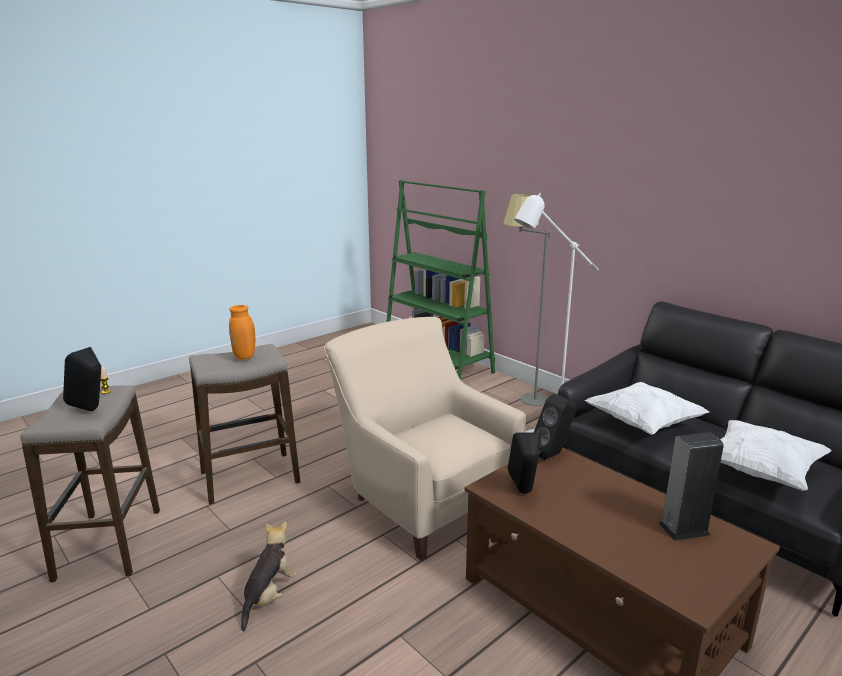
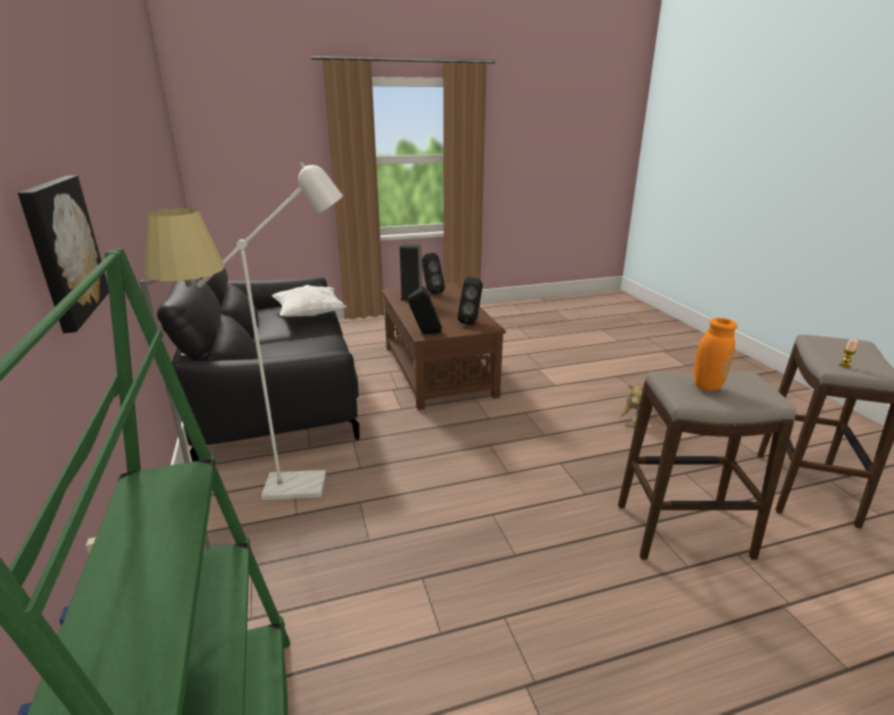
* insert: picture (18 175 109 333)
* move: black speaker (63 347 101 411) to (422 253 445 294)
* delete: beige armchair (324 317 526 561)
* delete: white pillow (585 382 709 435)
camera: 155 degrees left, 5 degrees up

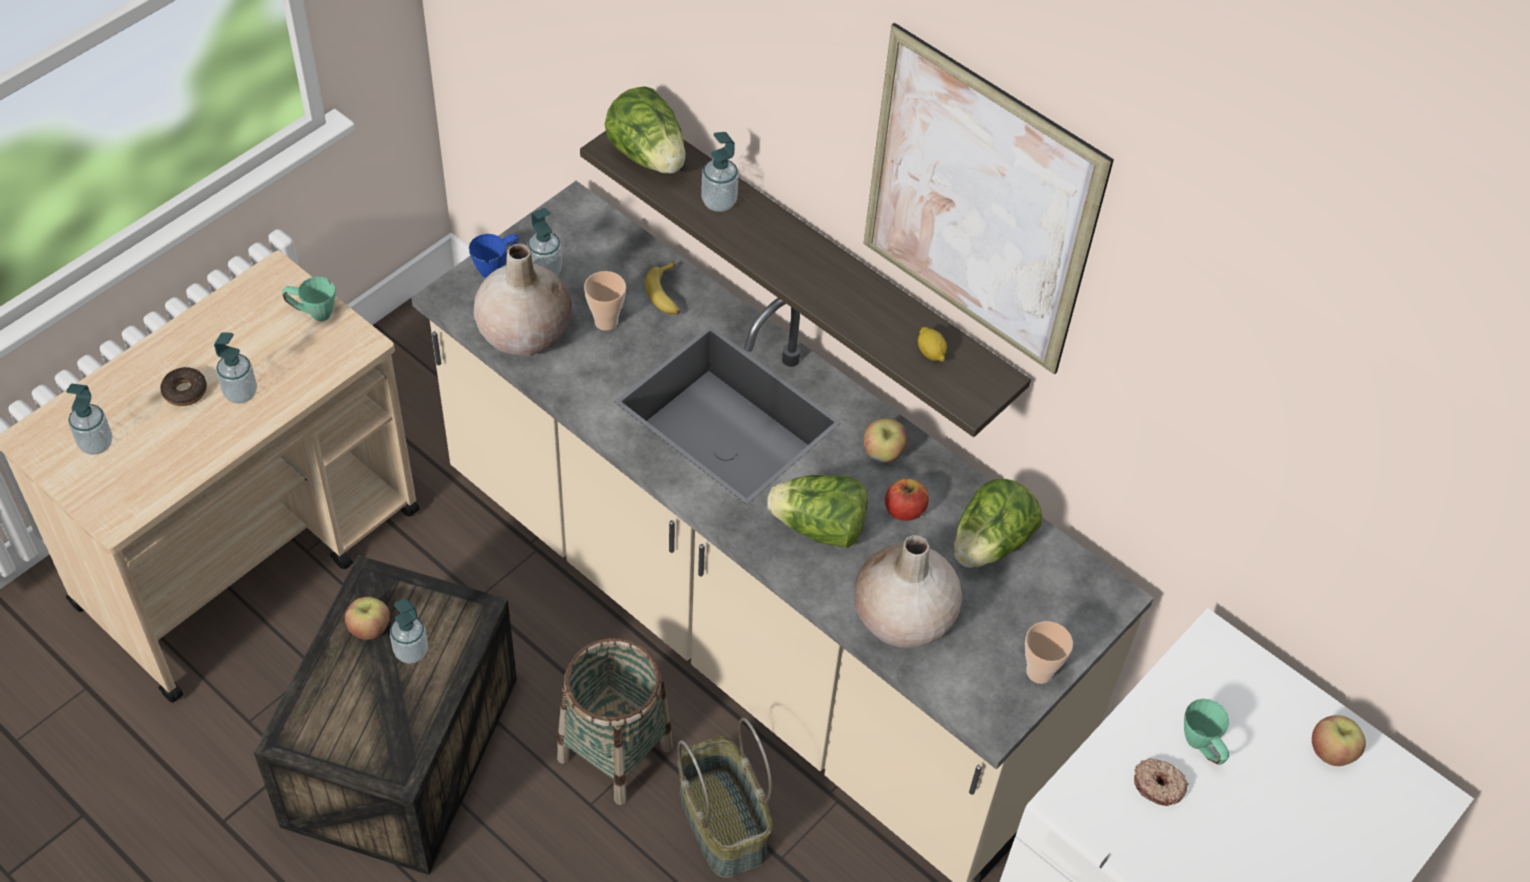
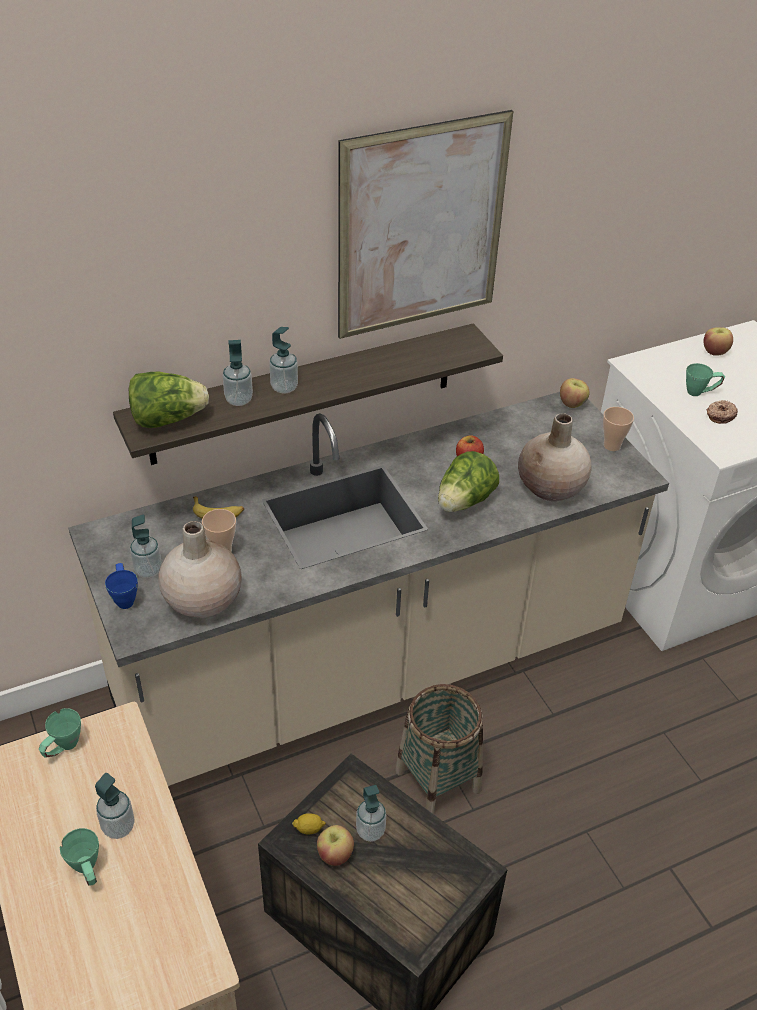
* replace: donut (160 367 207 406) to green mug (60 828 99 886)
* move: soap dispenser (66 384 112 455) to (269 327 298 394)
* move: lemon (918 327 947 362) to (292 813 326 834)
* move: apple (864 418 908 463) to (560 378 590 408)
* delete: basket (677 718 773 878)
* delete: lettuce (954 479 1042 568)
camera: 65 degrees left, 10 degrees down

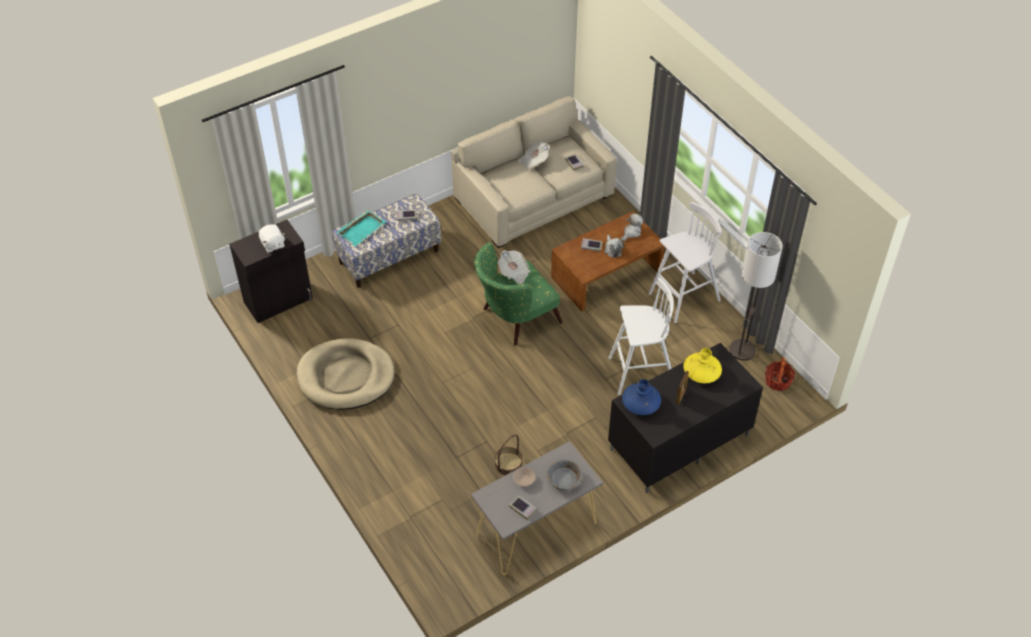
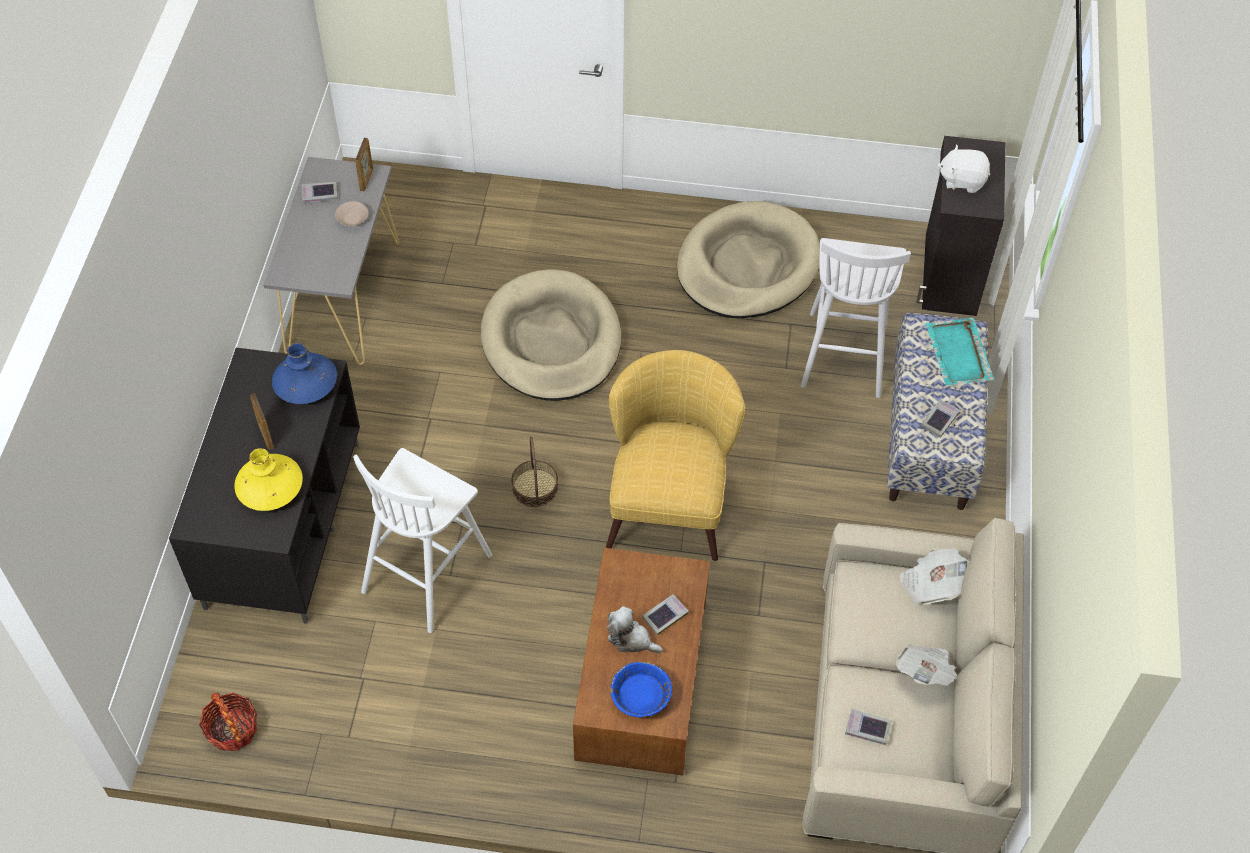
* insert: picture frame (355 138 373 191)
* insert: beige dog bed (481 269 621 401)
* move: basket (494 435 523 475) to (511 437 558 507)
* recolor: green armchair (474 242 563 346) to yellow armchair (606 350 745 561)
* replace: plush toy (621 213 643 241) to blue bowl (610 662 672 717)
* move: white stool (649 202 722 323) to (801 238 911 398)
* move: newspaper (498 250 530 284) to (899 548 969 604)
* delete: grey bowl (547 460 582 490)
* delete: floor lamp (729 232 783 361)
camera: 130 degrees right, 5 degrees up

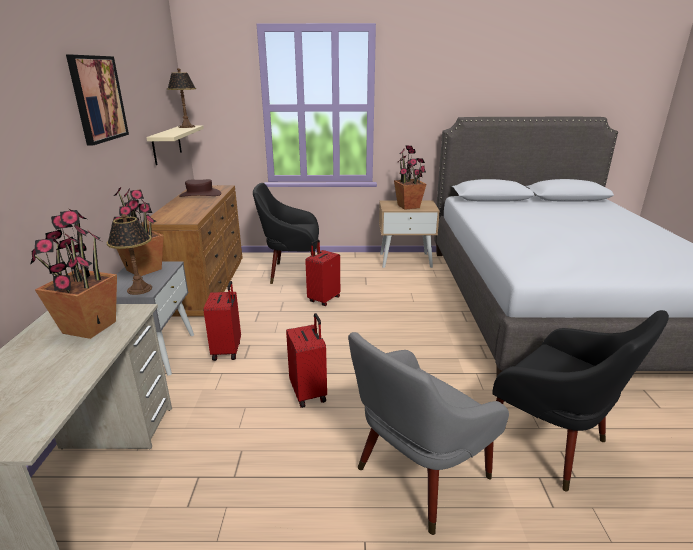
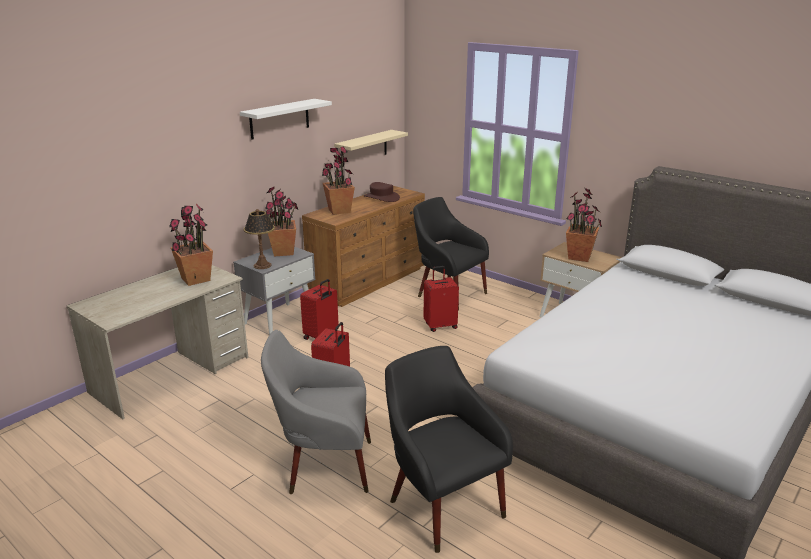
* replace: picture (66 55 129 146) to white shelf (240 99 332 140)
* insert: potted plant (322 146 355 215)
* rotate: black armchair (492 310 669 492) = (385 346 513 553) 150 degrees clockwise
* delete: table lamp (167 68 196 128)
camera: 40 degrees right, 0 degrees up

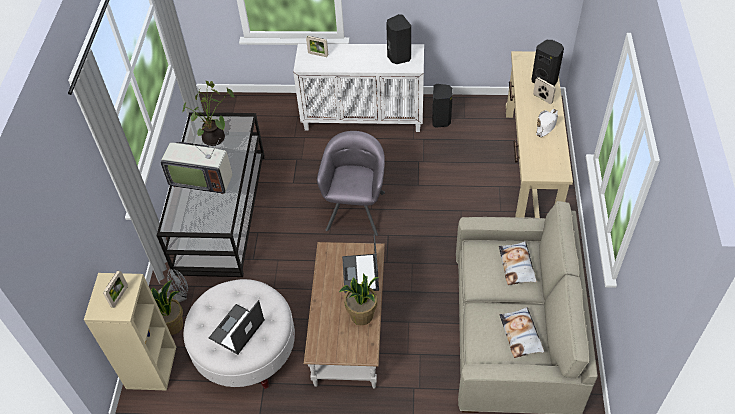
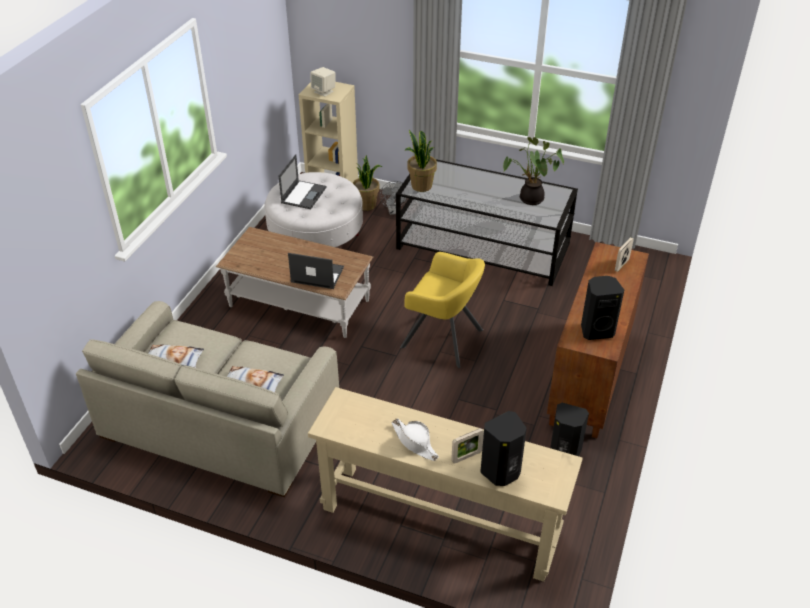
* rotate: laptop (209 300 265 355) = (279 154 326 209) 60 degrees clockwise
* replace: picture frame (103 271 128 308) to beige speaker (311 67 335 97)
* recolor: grey armchair (317 131 385 236) to yellow armchair (400 252 485 368)
* move: potted plant (339 274 378 325) to (404 130 437 192)
* recolor: white cabinet (293 44 424 132) to brown cabinet (547 242 649 438)
* delete: television (161 134 232 194)
camera: 105 degrees right, 10 degrees down

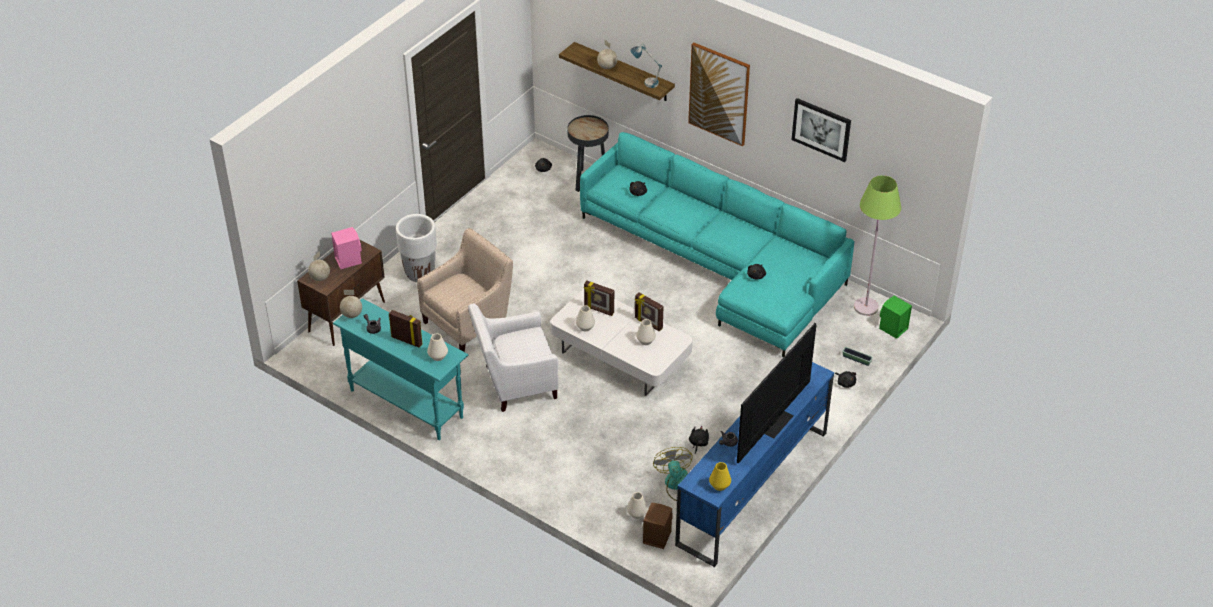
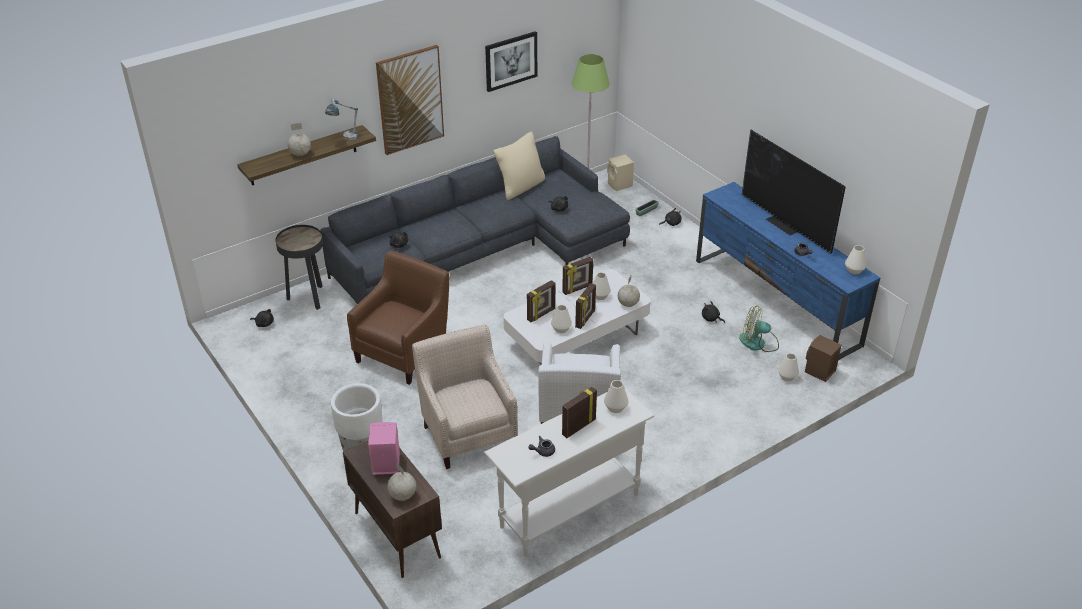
* recolor: turquoise sofa (580 132 854 357) to grey sofa (320 136 630 304)
* insert: brown armchair (347 251 449 385)
* recolor: turquoise console table (333 298 468 440) to white console table (484 389 654 557)
* insert: beige pillow (493 132 545 200)
* insert: picture frame (575 283 596 329)
* recolor: green speaker (879 296 912 339) to beige speaker (607 155 634 191)
* move: globe (340 290 362 318) to (618 276 640 307)
* recolor: yellow vase (709 462 731 491) to white vase (845 245 866 274)
camera: 70 degrees left, 5 degrees down

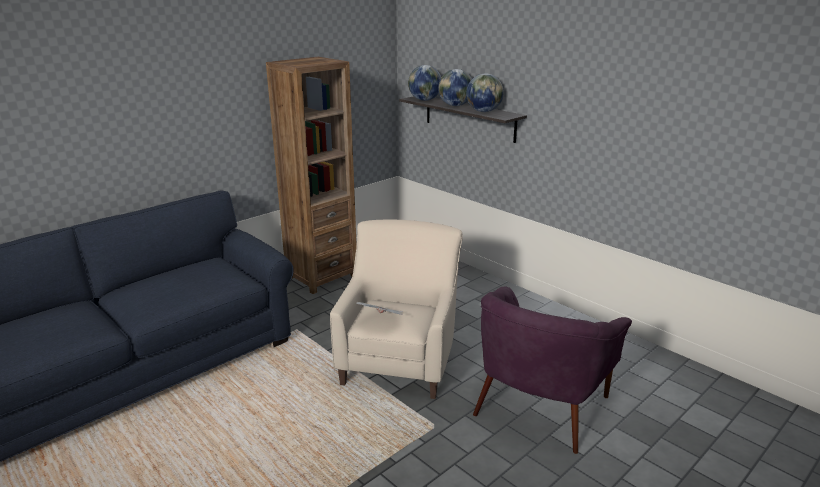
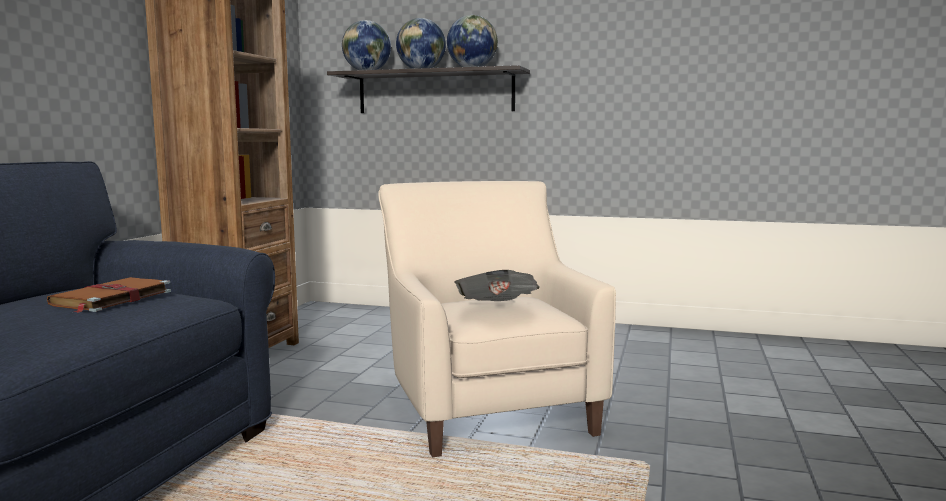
* insert: brown book (47 277 171 313)
* delete: purple armchair (473 286 632 454)
camera: 30 degrees left, 15 degrees down

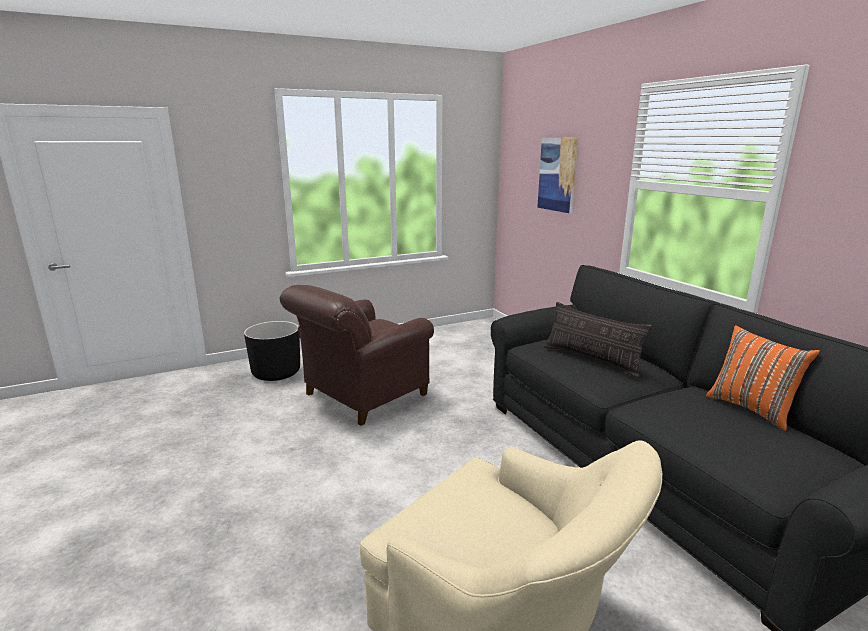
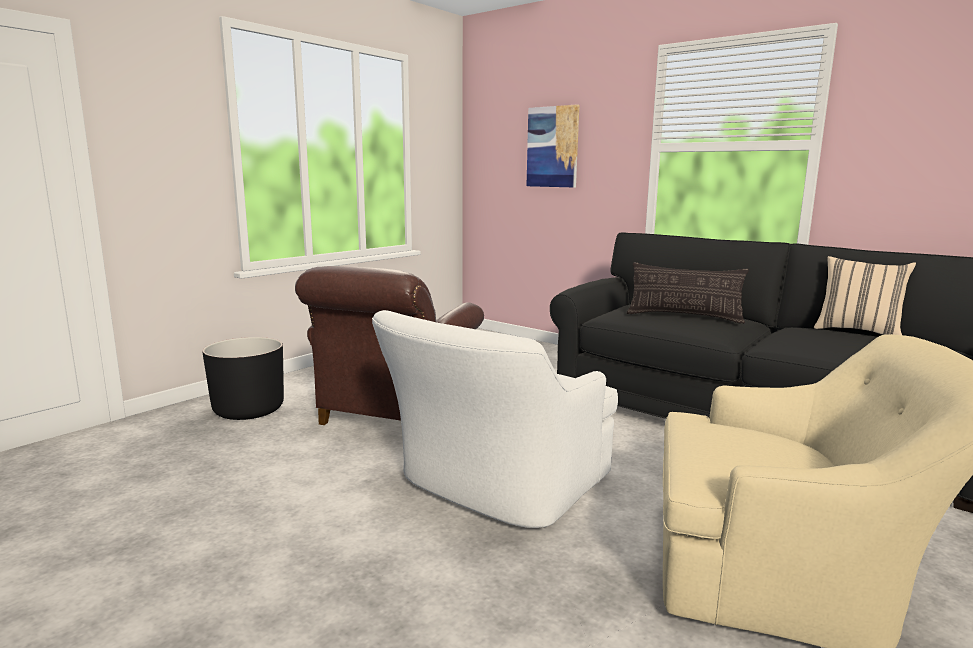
* insert: white armchair (372 310 618 528)
* recolor: orange pillow (706 325 820 431) to beige pillow (814 256 916 335)
camera: 25 degrees left, 5 degrees down

